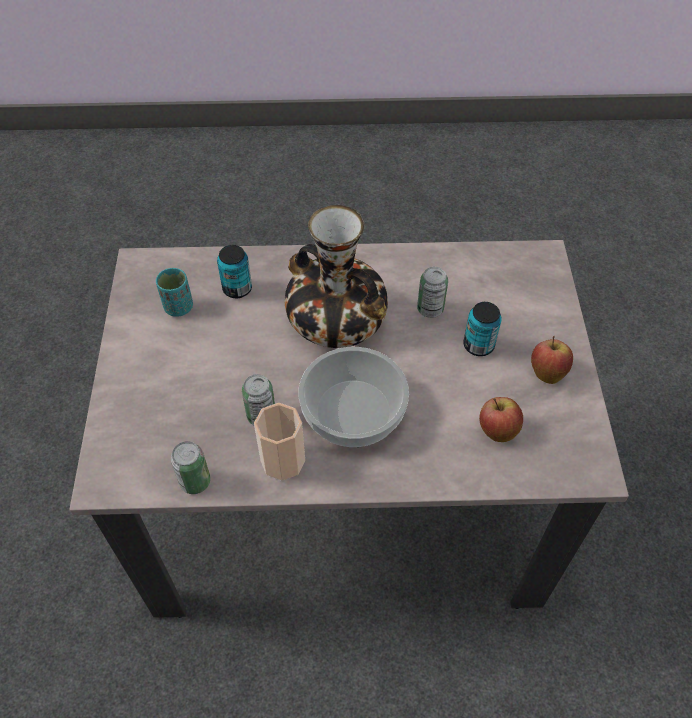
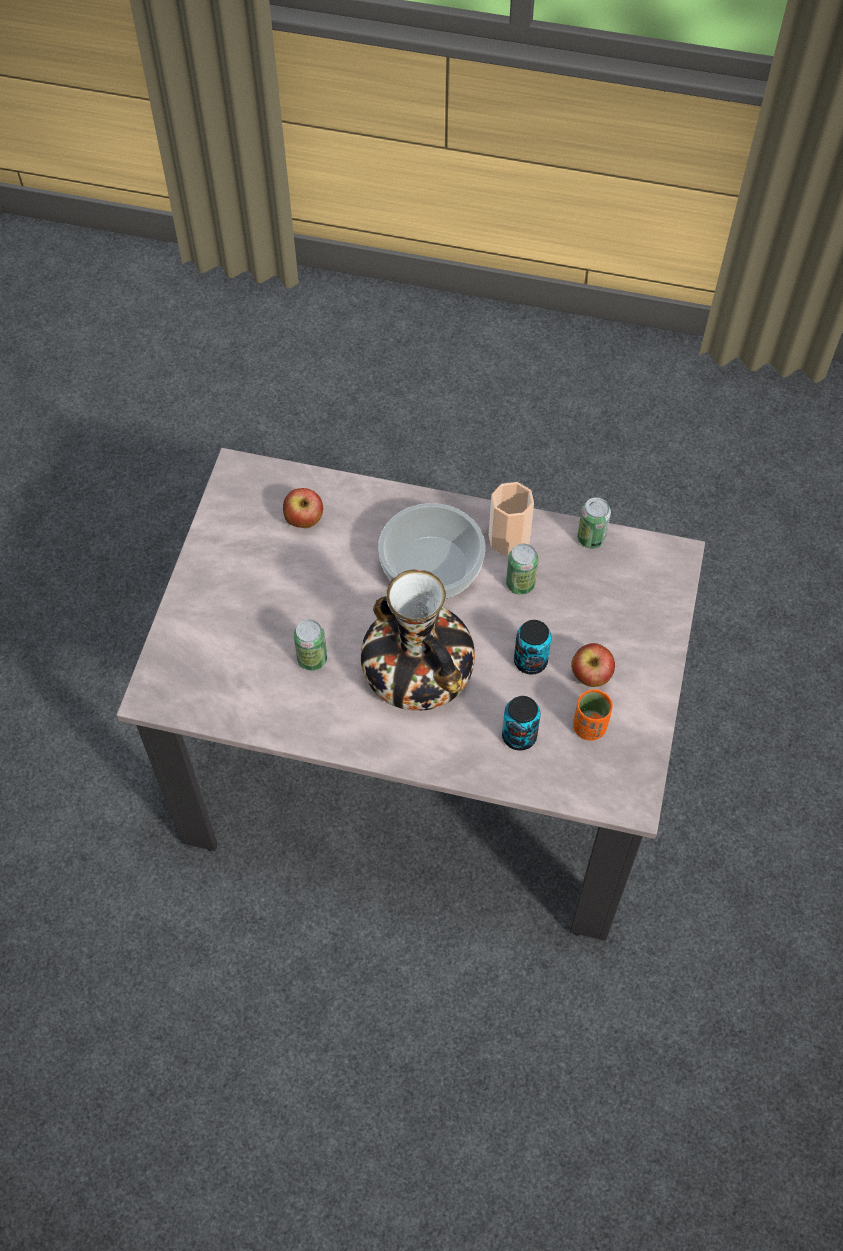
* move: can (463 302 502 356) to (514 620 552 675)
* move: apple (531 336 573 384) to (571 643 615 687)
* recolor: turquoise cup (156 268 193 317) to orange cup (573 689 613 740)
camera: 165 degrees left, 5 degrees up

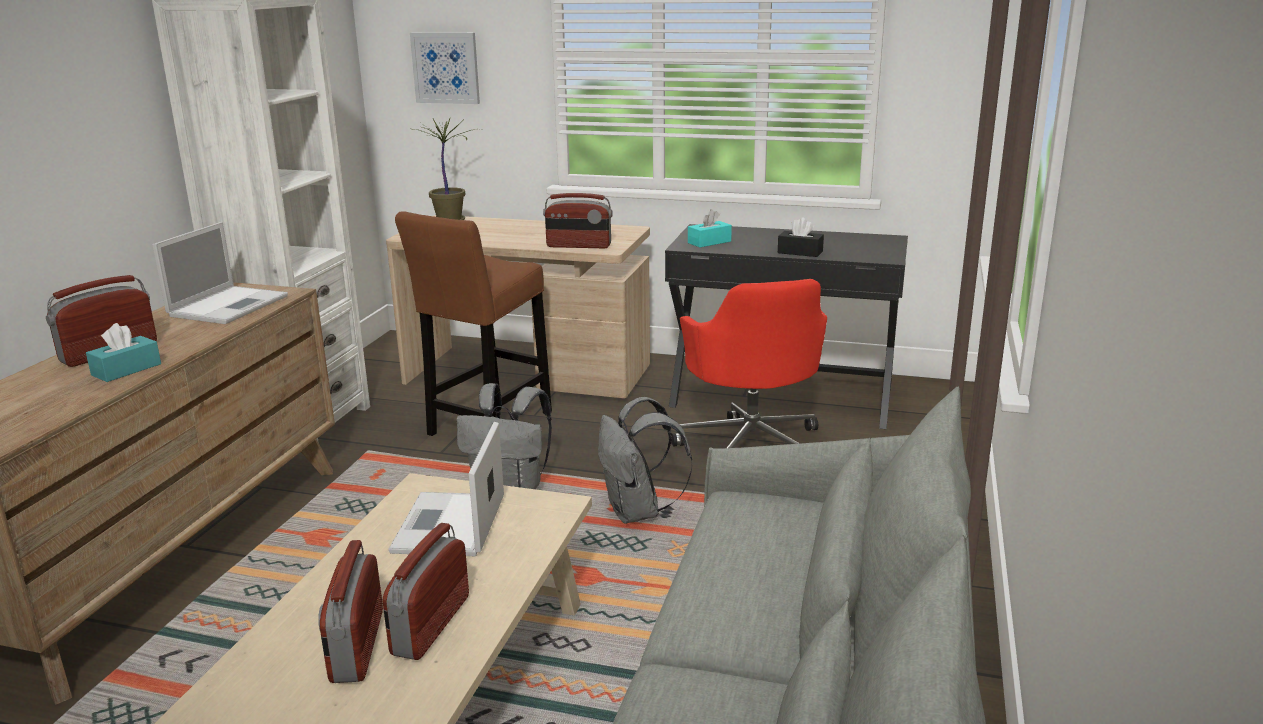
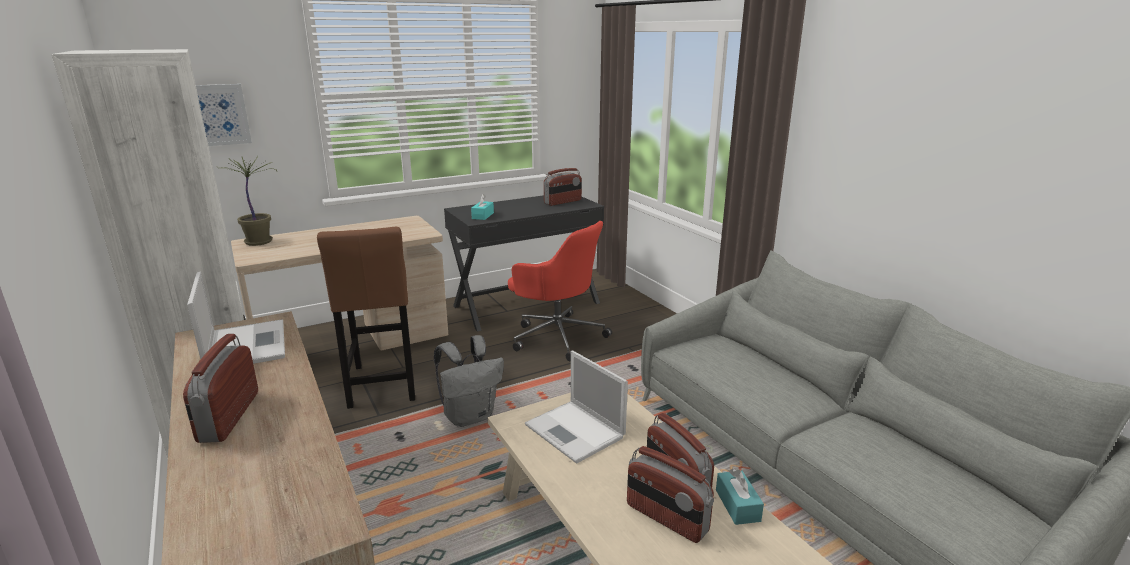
* move: radio (543 193 613 248) to (544 168 582 206)
* move: turquoise tissue box (86 323 161 382) to (716 469 764 525)
* delete: grey backpack (598 397 692 524)
* delete: black tissue box (778 217 824 257)
camera: 45 degrees left, 0 degrees up

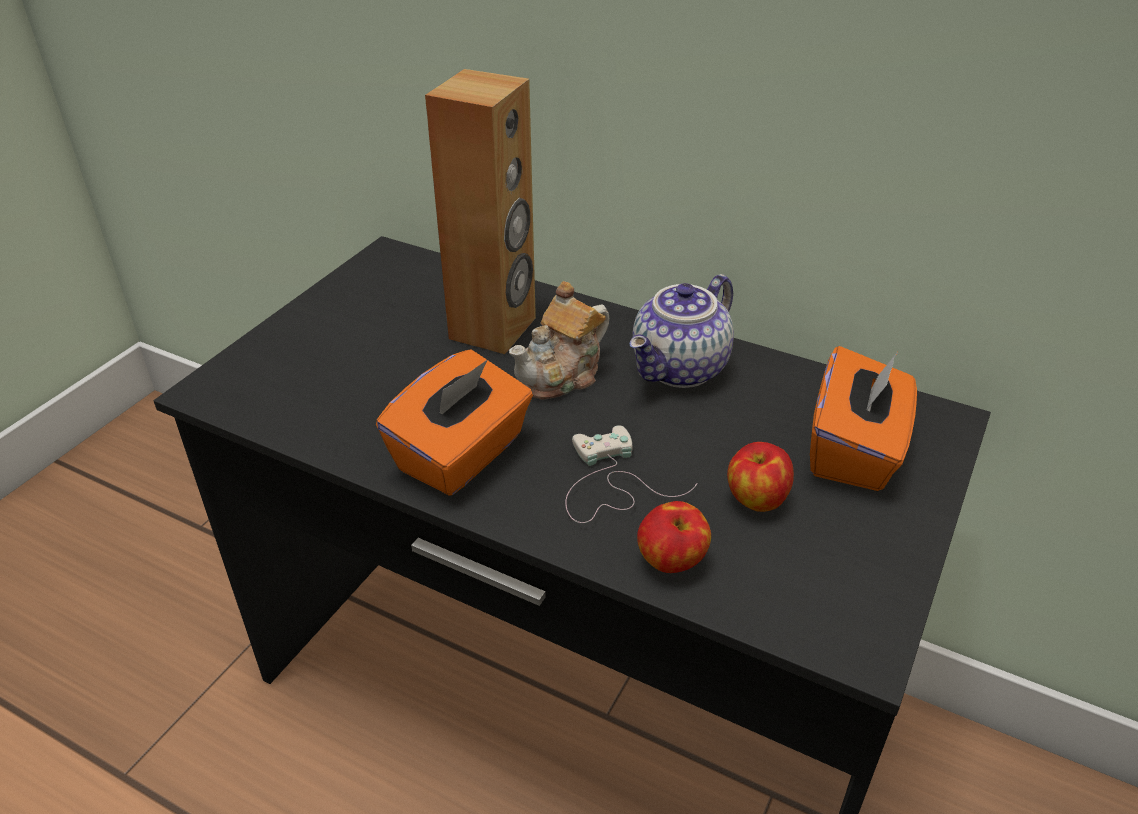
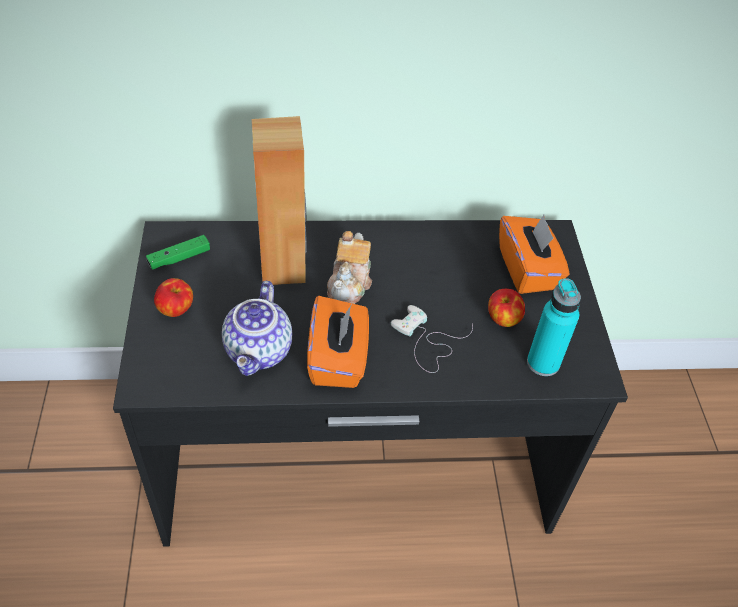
* insert: green game controller (146 235 210 269)
* move: apple (637 501 711 573) to (154 278 193 317)
* move: teapot (630 274 734 388) to (222 281 292 376)
* insert: turquoise bottle (527 278 581 376)
camera: 35 degrees left, 10 degrees up

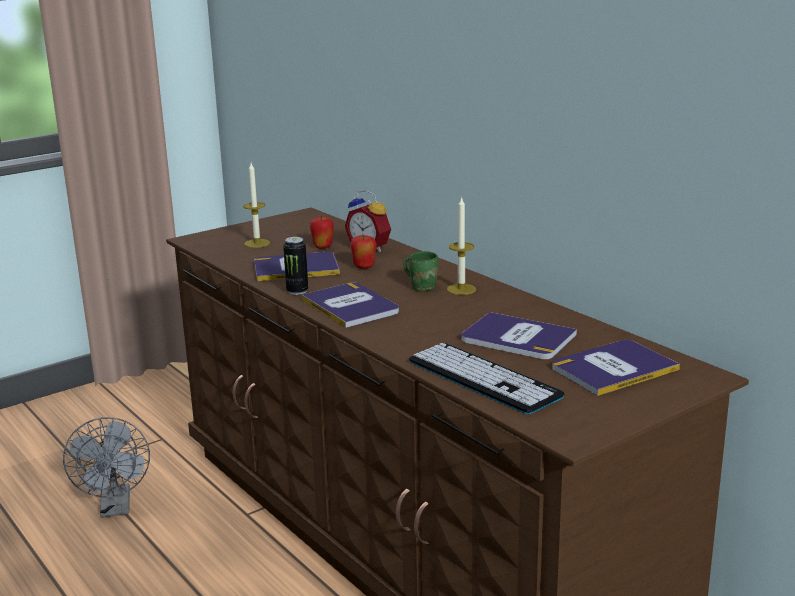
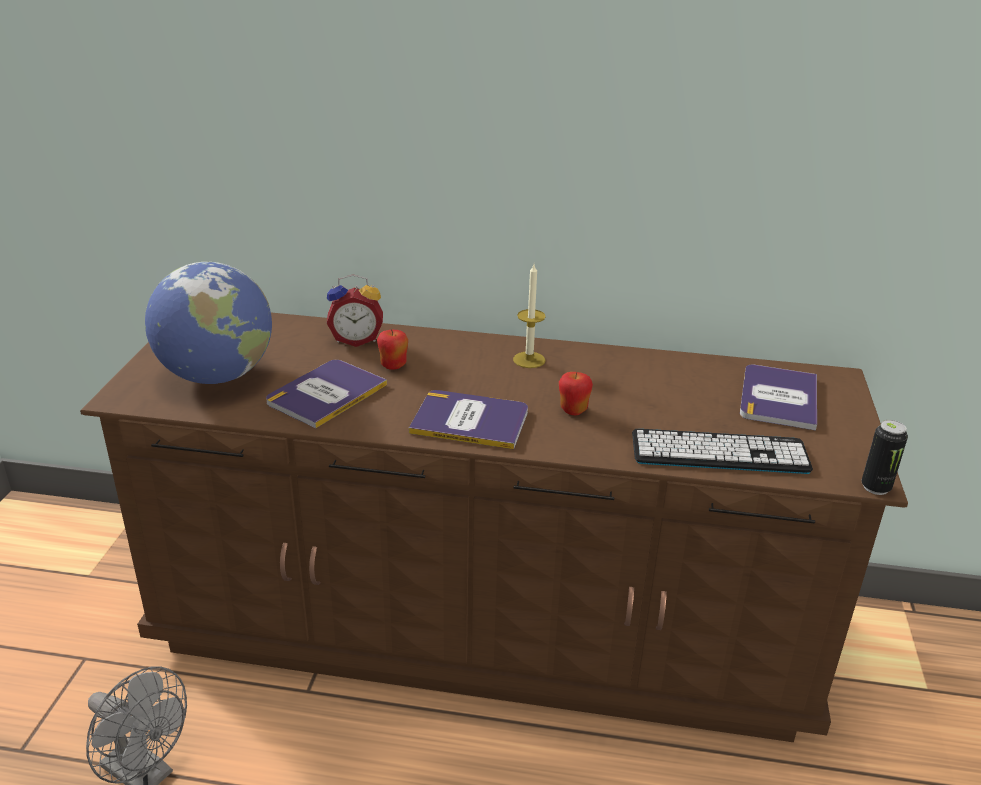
* replace: candle (243 163 270 248) to globe (145 262 272 384)
* move: apple (310 216 334 249) to (559 372 593 415)
* move: can (283 237 308 295) to (862 420 908 495)
* delete: green mug (403 251 438 292)
* delete: book (462 312 577 360)
camera: 45 degrees left, 10 degrees up

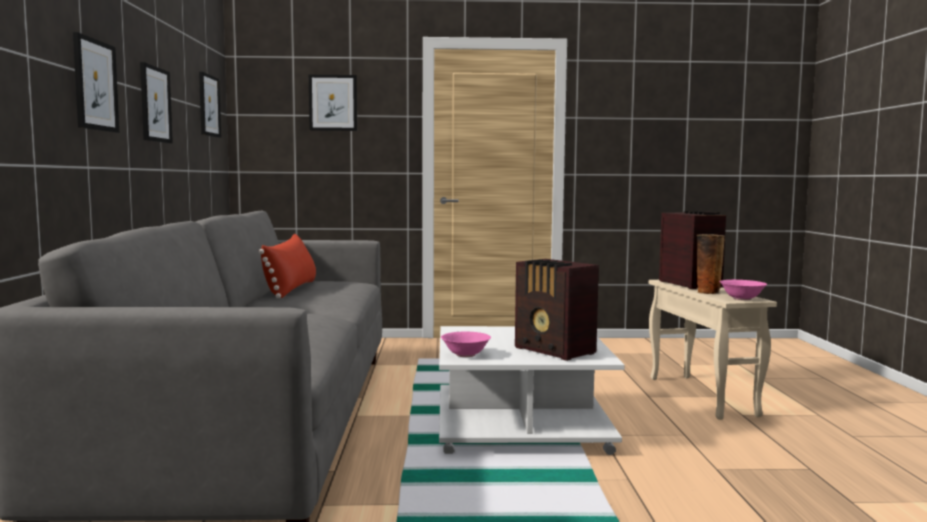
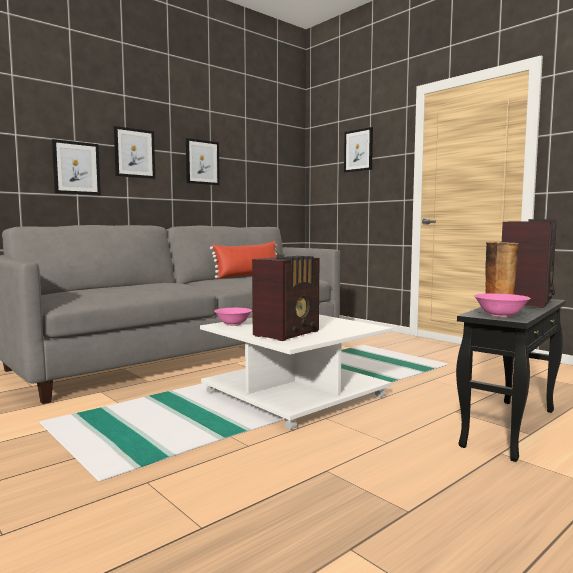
* move: picture (199 72 221 138) to (52 139 101 195)
* rotate: radio (515 259 599 361) = (252 256 319 341) 150 degrees counterclockwise
* recolor: beige side table (649 280 777 420) to black side table (456 299 566 462)
camera: 50 degrees right, 0 degrees up

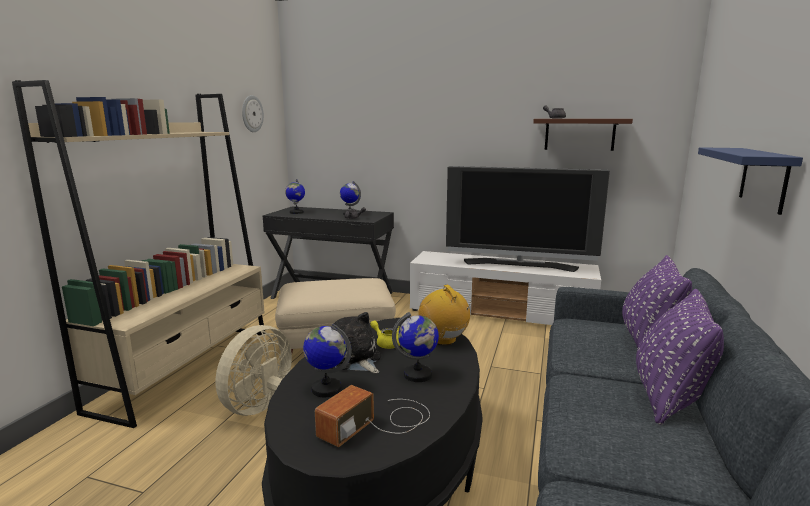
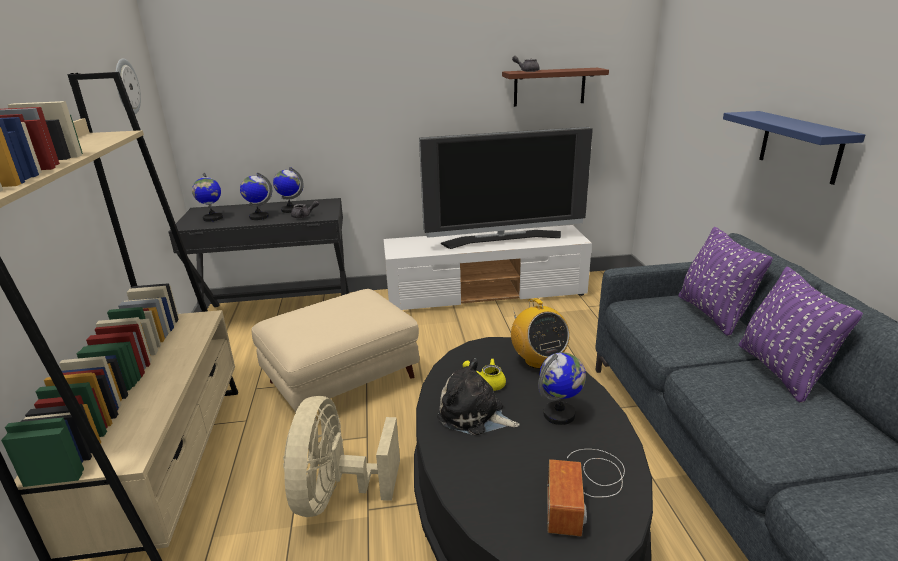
* move: globe (303 324 352 397) to (240 172 272 220)
* rotate: radio (419 285 472 345) = (511 298 570 369) 150 degrees counterclockwise
camera: 25 degrees left, 10 degrees up

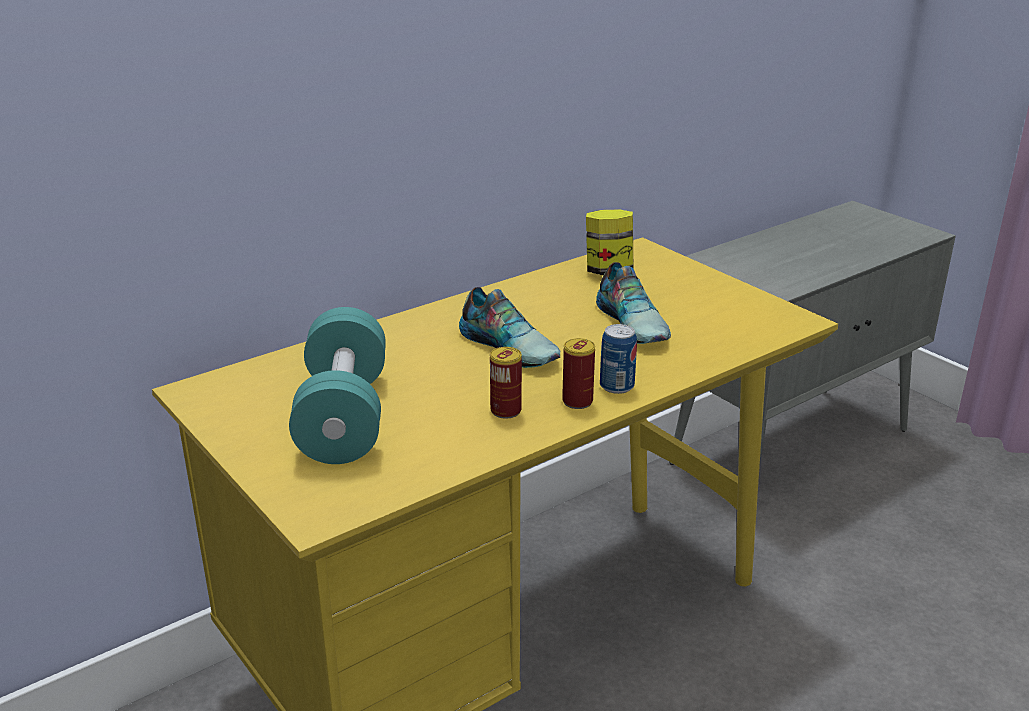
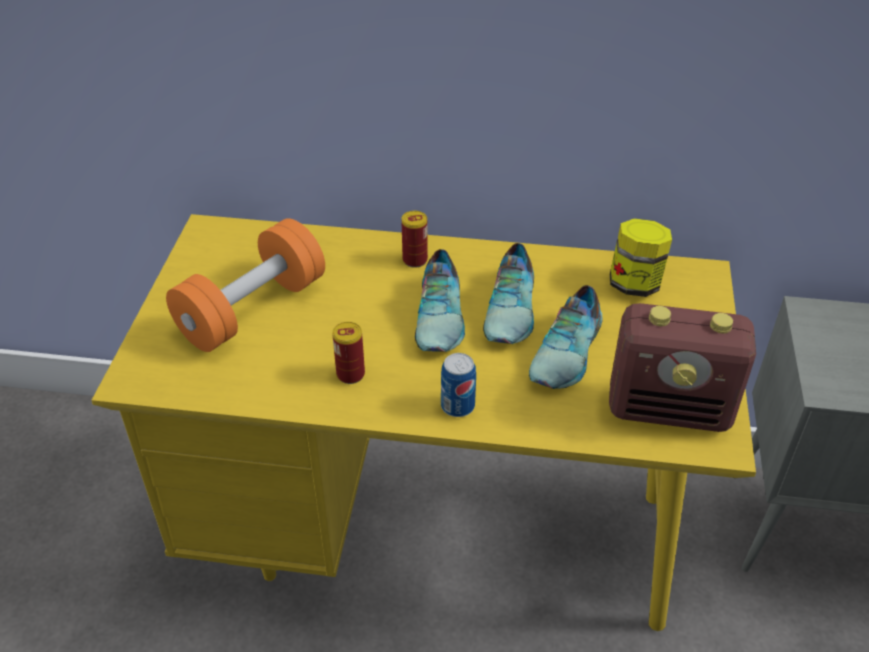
* recolor: turquoise dumbbell (289 307 386 464) to orange dumbbell (166 218 325 352)
* move: can (562 338 595 409) to (401 211 428 268)
* insert: shoe (483 243 534 344)
* insert: radio (609 303 756 432)
camera: 45 degrees right, 15 degrees up

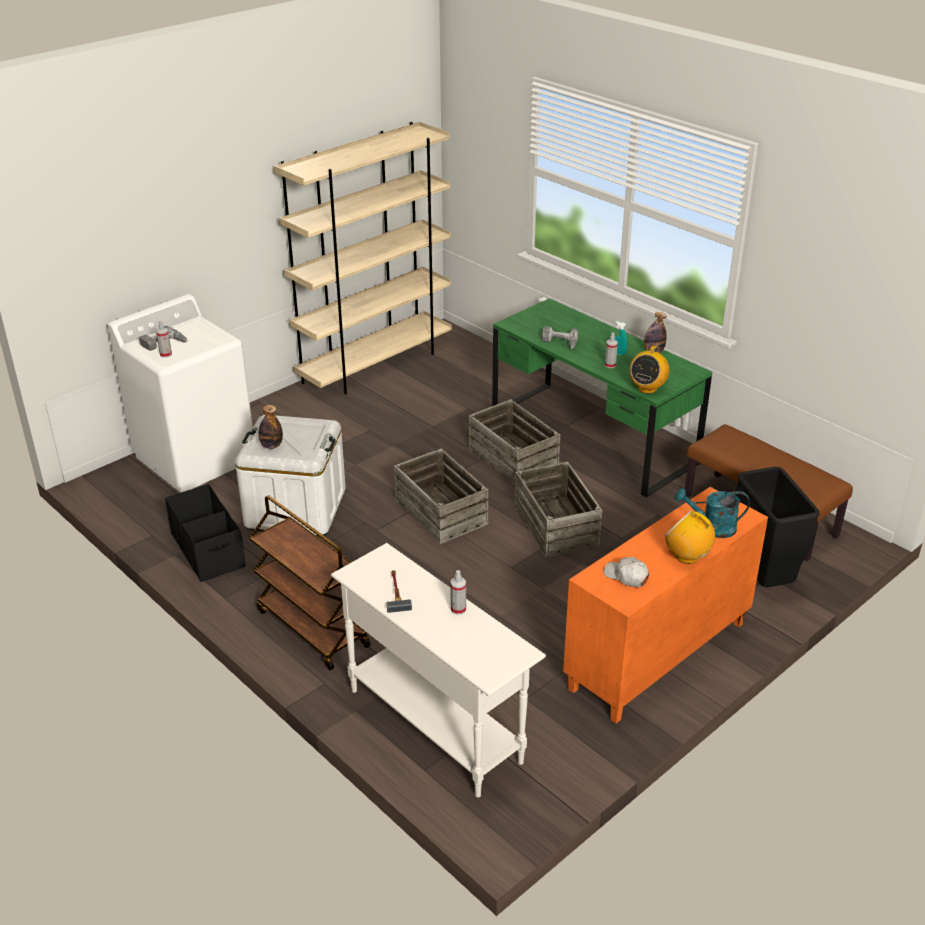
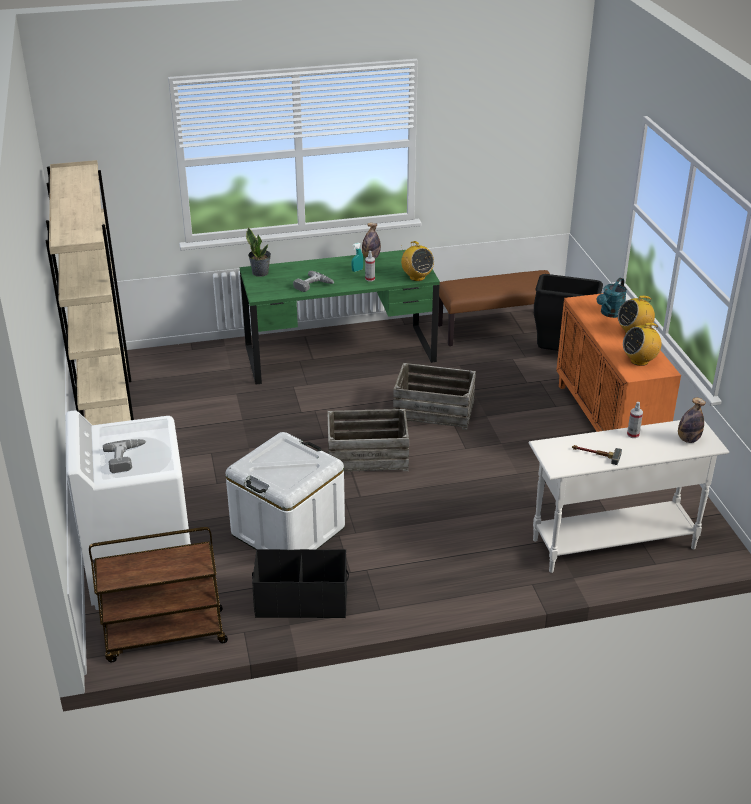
* move: brown cart (249 495 370 670) to (89 527 228 662)
* insert: potted plant (246 228 271 277)
* replace: white cap (604 557 649 587) to radio (623 322 662 366)
* move: bottle (259 405 283 449) to (678 398 706 443)
* delete: spray bottle (156 320 172 358)
* delete: crate (469 399 561 485)
camera: 60 degrees left, 0 degrees up

